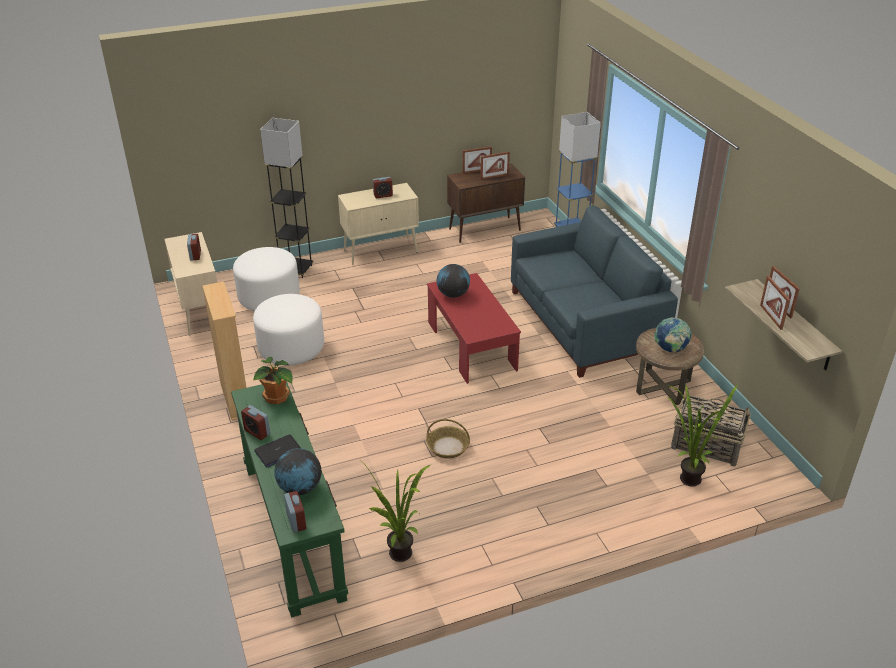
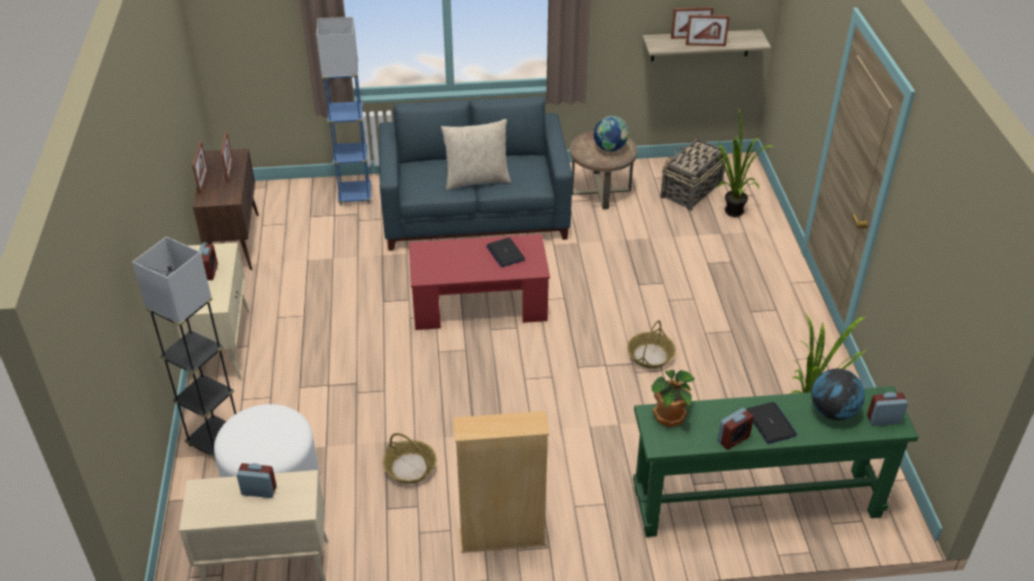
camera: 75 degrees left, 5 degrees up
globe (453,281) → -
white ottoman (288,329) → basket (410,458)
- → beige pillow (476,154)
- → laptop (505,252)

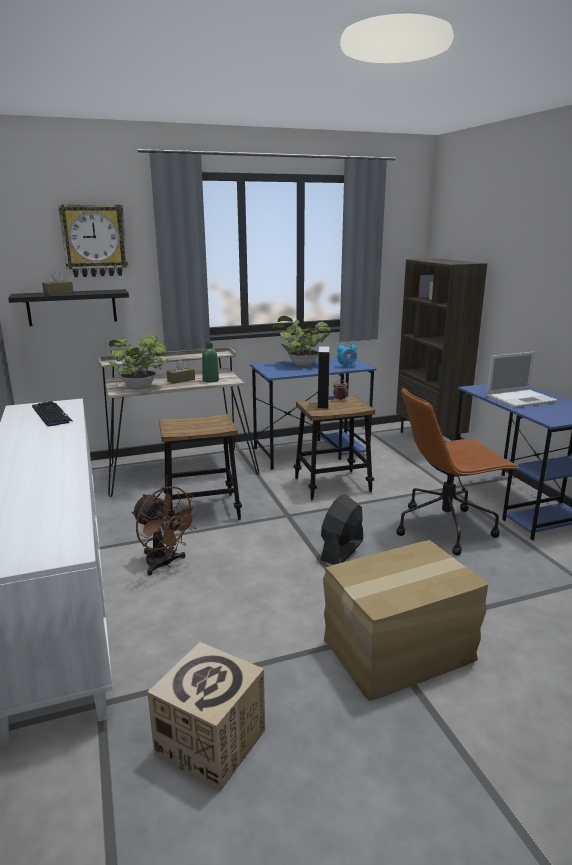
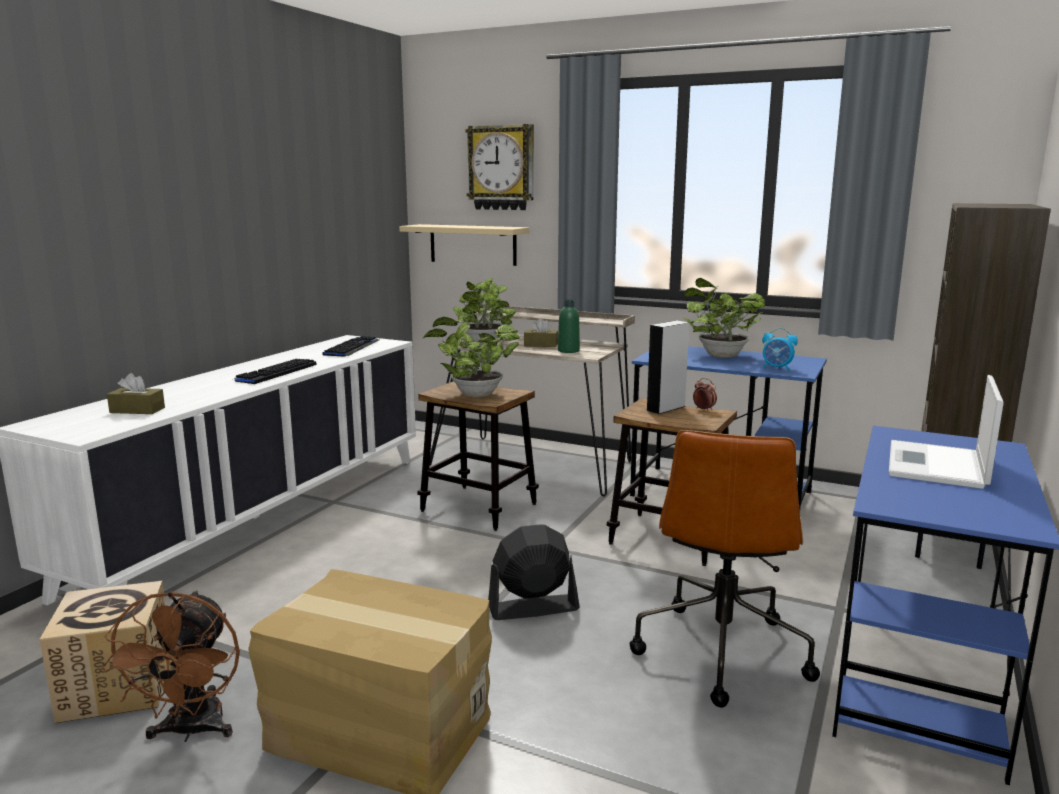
camera: 45 degrees right, 5 degrees down
brown tissue box (58,283) → brown tissue box (136,393), moved
black shelf (68,307) → beige shelf (464,245)
laptop (522,380) → laptop (946,432), 90 degrees clockwise
brown office chair (457,471) → brown office chair (725,569), 105 degrees counterclockwise
brown fan (165,531) → brown fan (170,666), moved
- → potted plant (471,357)
- → keyboard (275,371)

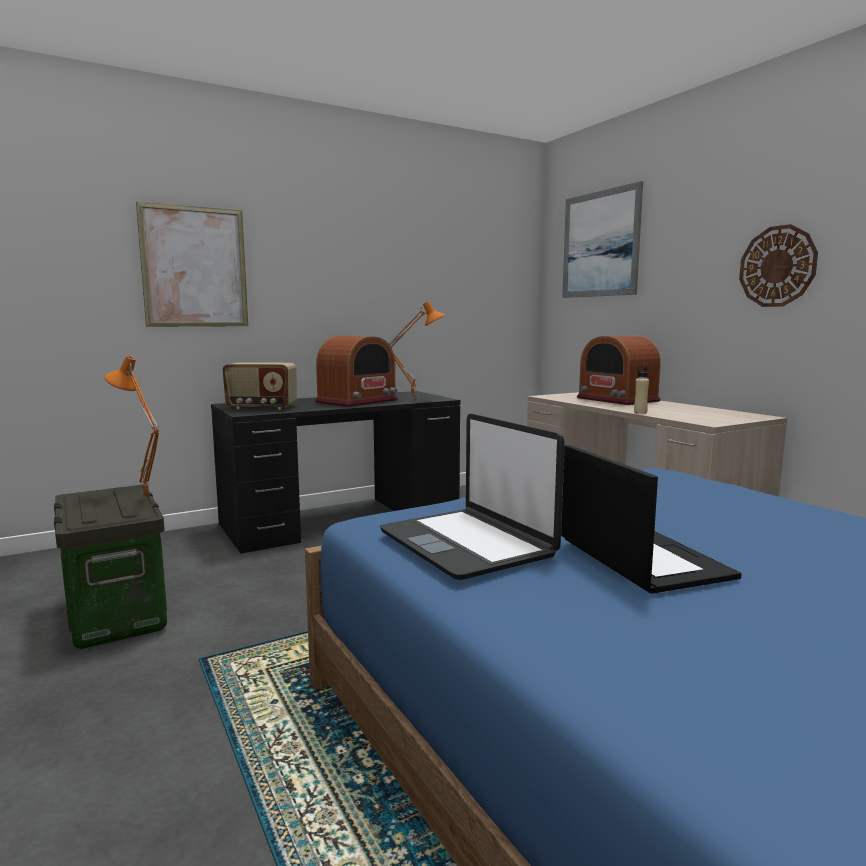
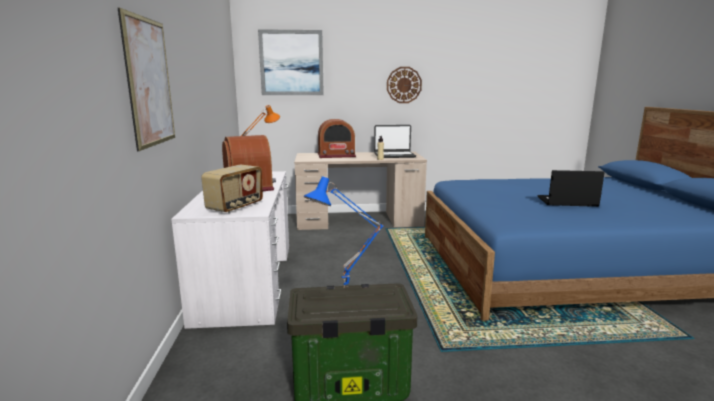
camera: 65 degrees left, 5 degrees up
orange table lamp (131,427) → blue table lamp (344,232)
black desk (336,472) → white desk (230,250)
laptop (472,496) → laptop (395,141), moved

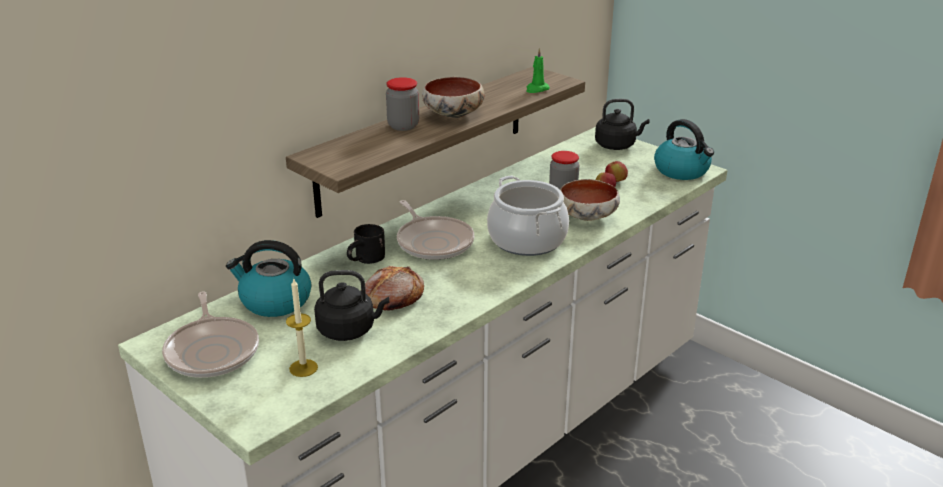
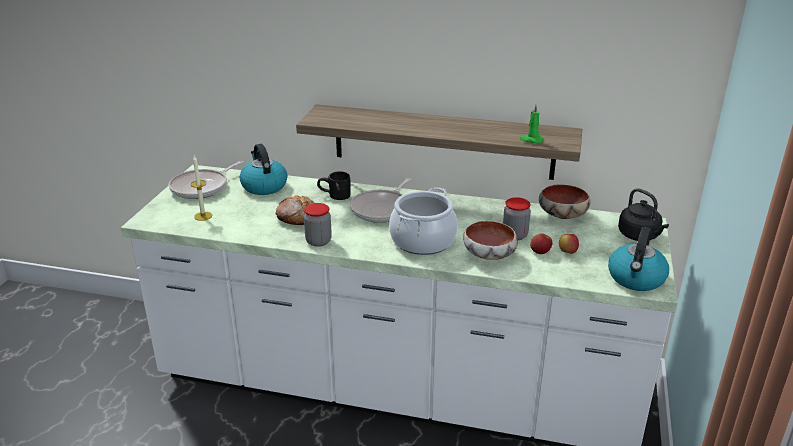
camera: 60 degrees right, 0 degrees up
jar (402,104) → jar (318,225), moved
bowl (453,97) → bowl (564,201), moved
black kettle (351,305) → -

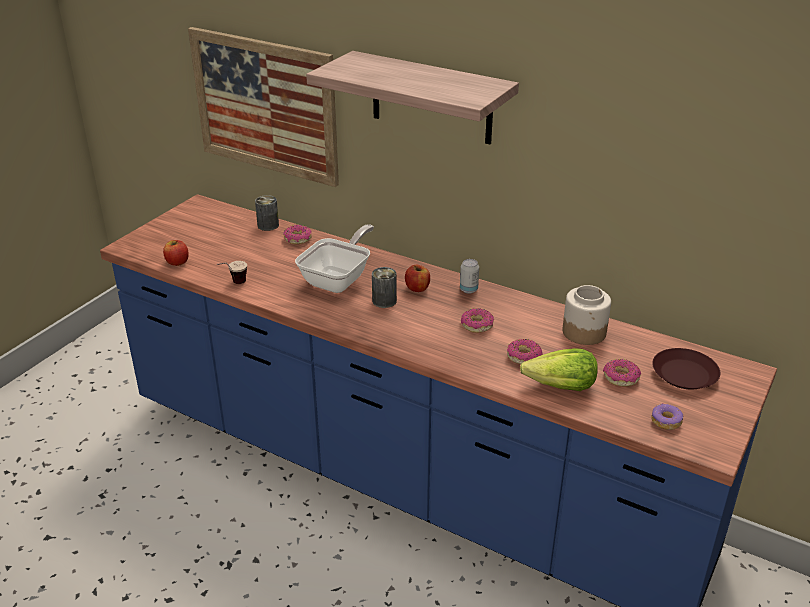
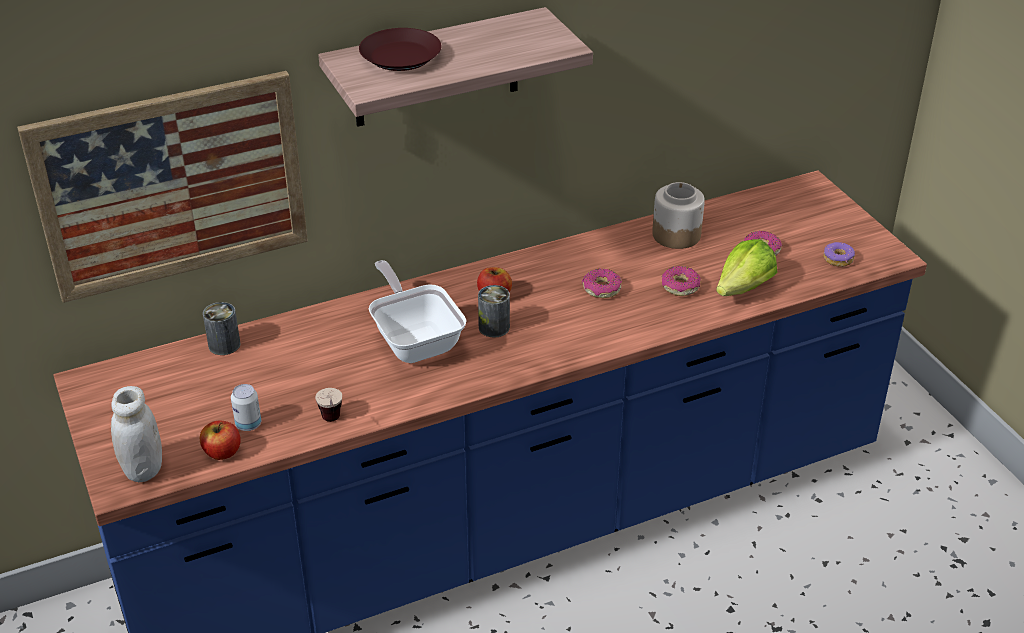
camera: 55 degrees left, 5 degrees up
donut (297,234) → -
can (469,276) → can (246,407), moved
brown plate (686,368) → brown plate (400,49), moved
- → white jar (136,434)

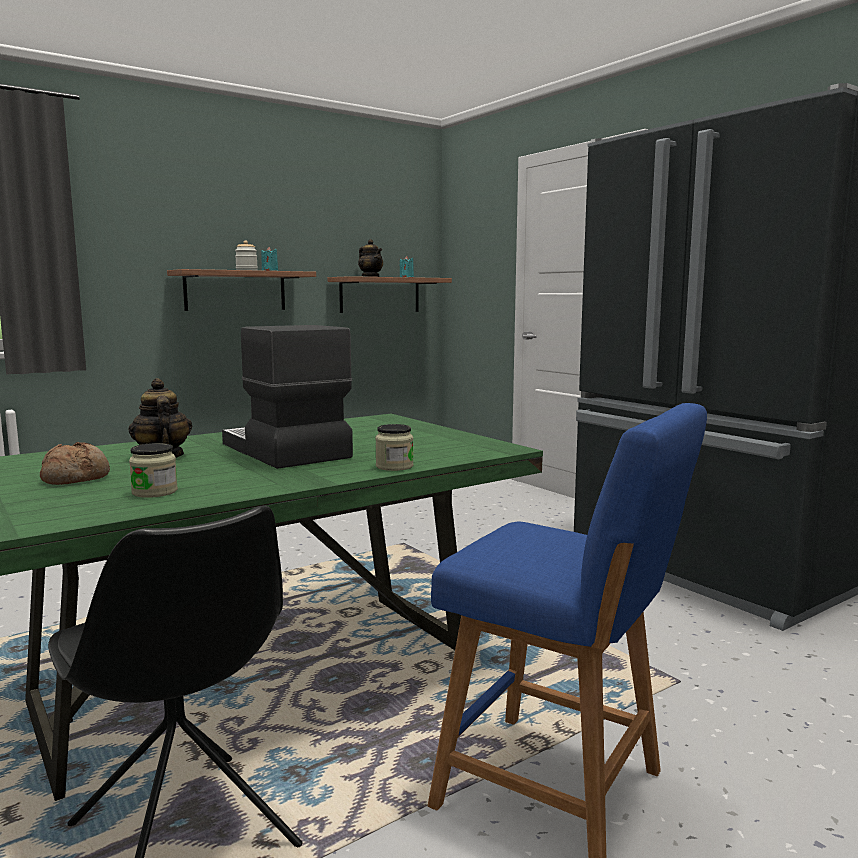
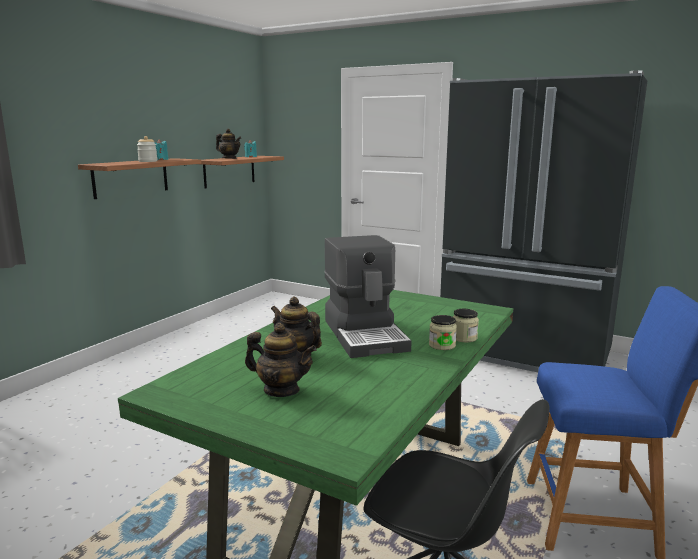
camera: 25 degrees left, 5 degrees up
coffee machine (287,397) → coffee machine (367,296), 135 degrees counterclockwise
bread (75,463) → teapot (281,360)
jar (153,470) → jar (443,332), moved

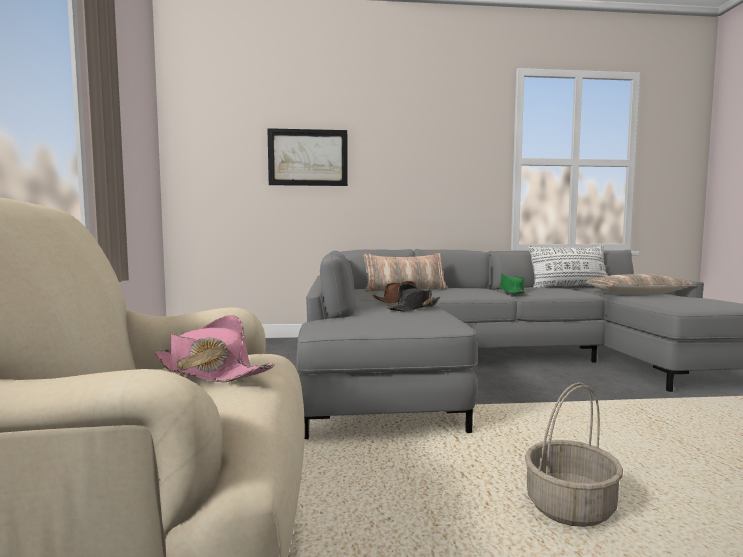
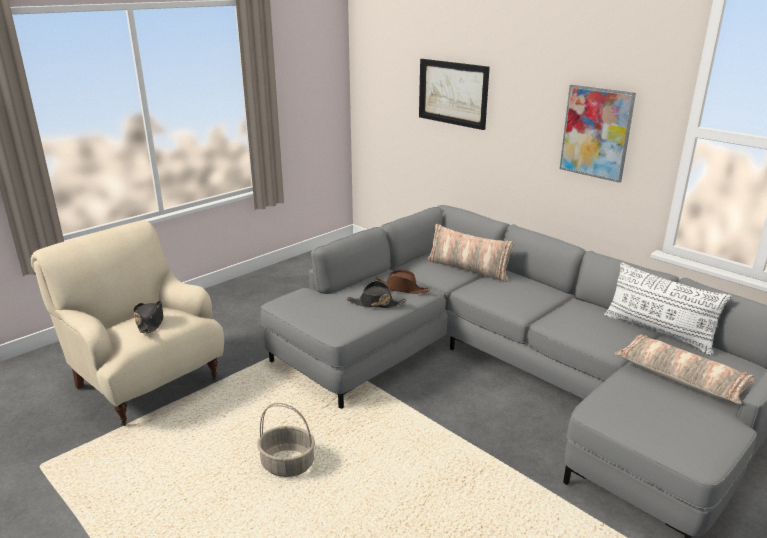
camera: 50 degrees right, 20 degrees up
green hat (512,283) → -
pink hat (215,348) → black hat (148,316)
- → picture (598,134)

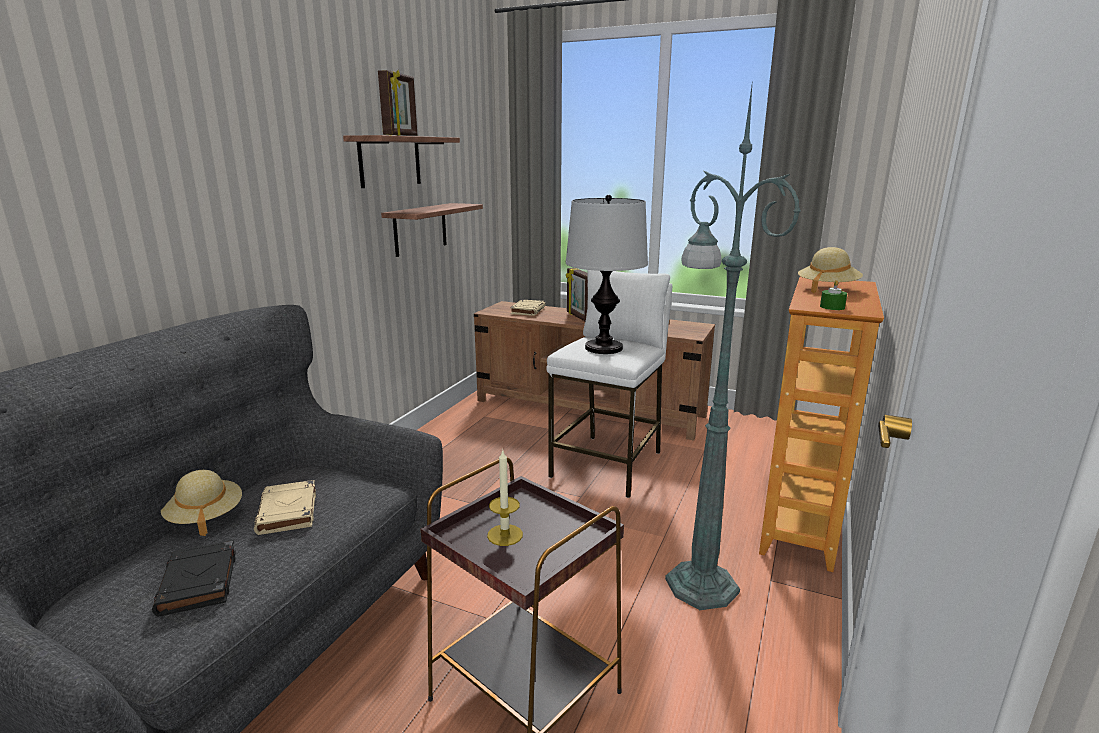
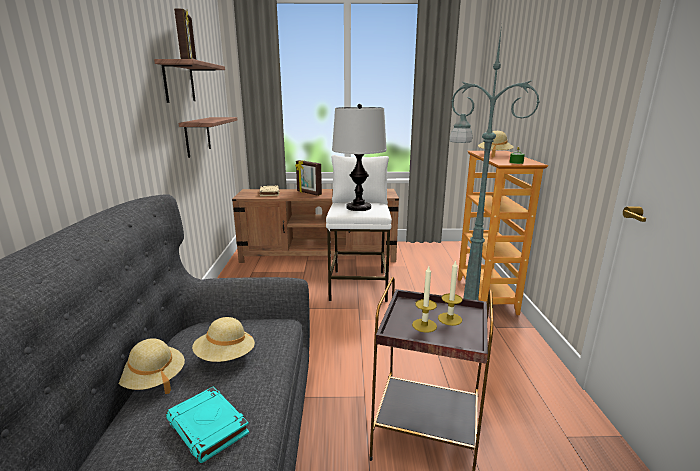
camera: 25 degrees left, 0 degrees up
beige book (285,507) → beige hat (223,339)
black book (194,578) → turquoise book (208,425)
- → candle (450,293)

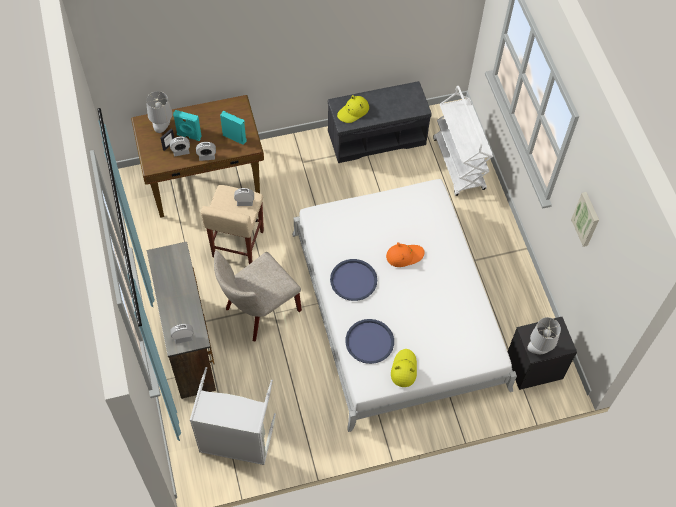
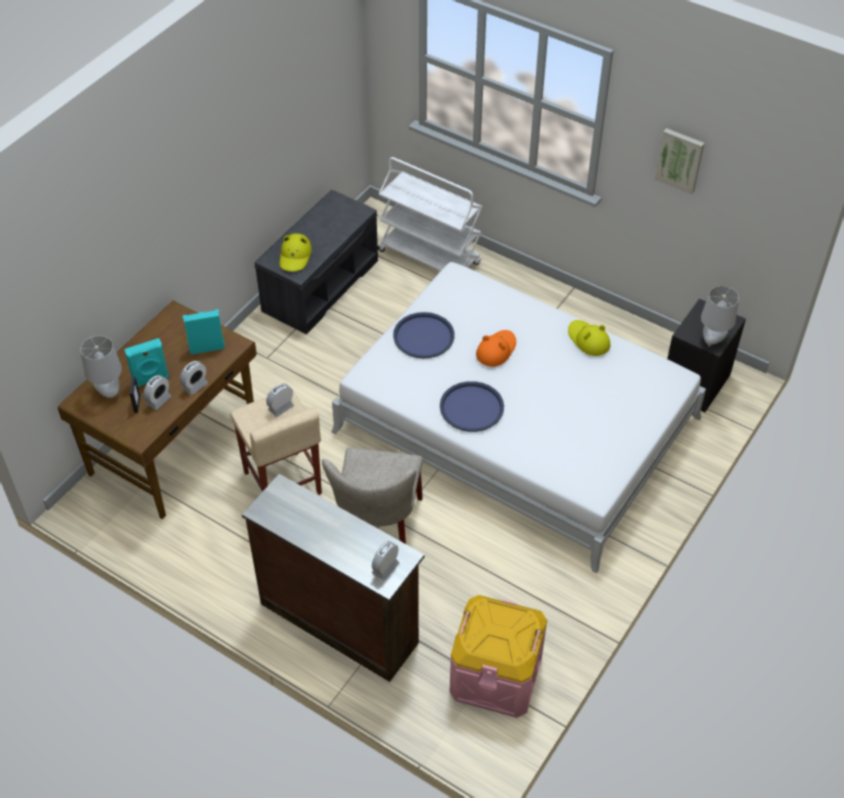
camera: 40 degrees left, 10 degrees down
blue tray (369,341) → blue tray (424,335), moved
yellow hat (404,368) → yellow hat (589,338), moved
grey laundry basket (233,416) → pink storage box (498,656)

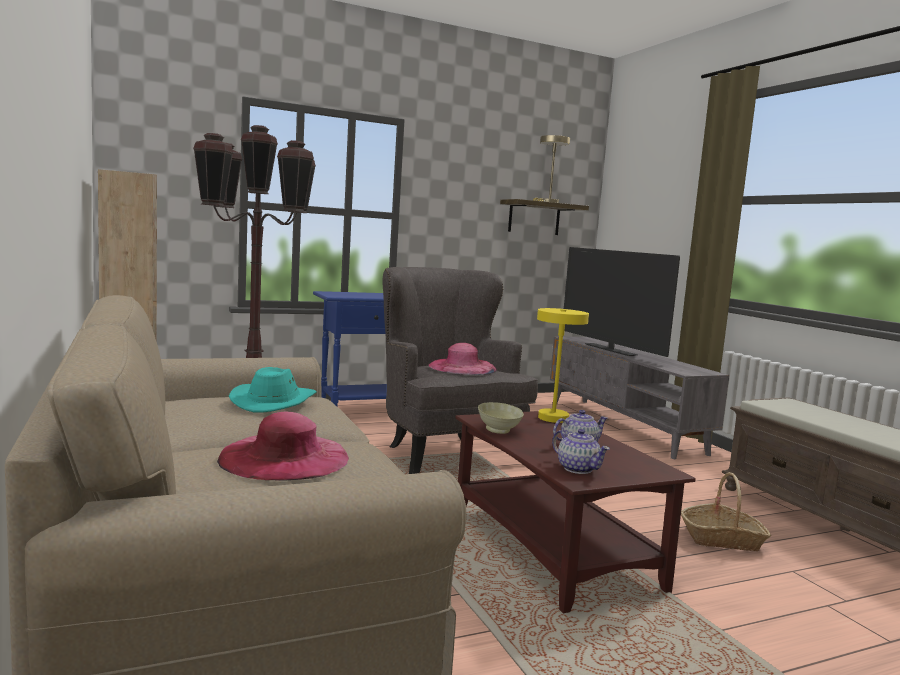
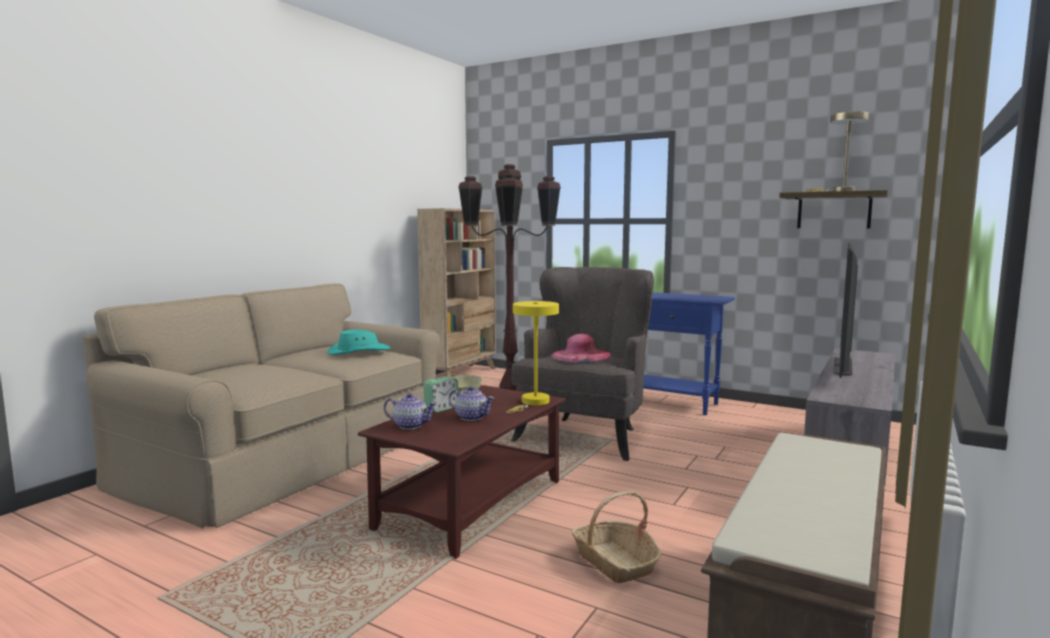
camera: 55 degrees right, 0 degrees up
pink hat (283,446) → -
teapot (581,451) → teapot (410,411), 90 degrees counterclockwise
- → alarm clock (441,394)

